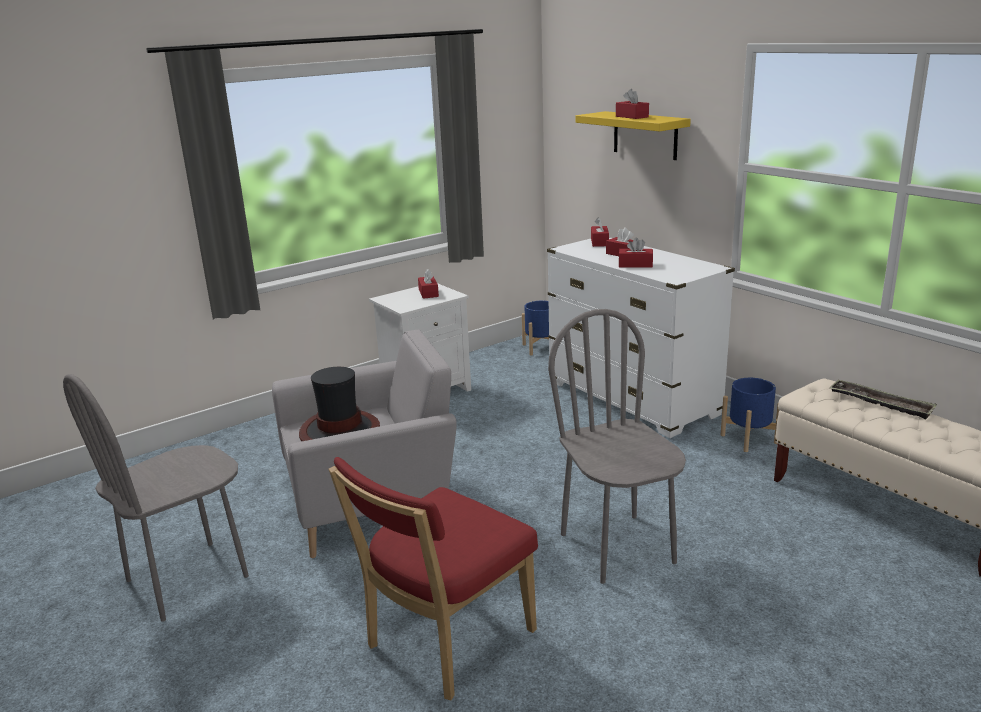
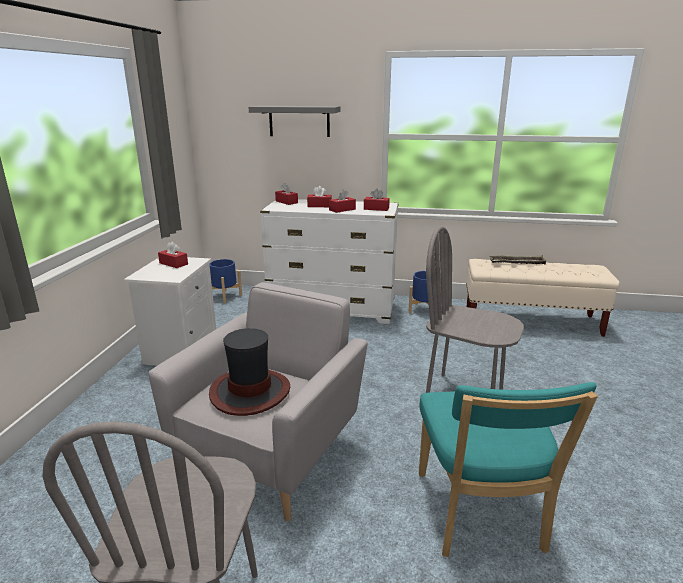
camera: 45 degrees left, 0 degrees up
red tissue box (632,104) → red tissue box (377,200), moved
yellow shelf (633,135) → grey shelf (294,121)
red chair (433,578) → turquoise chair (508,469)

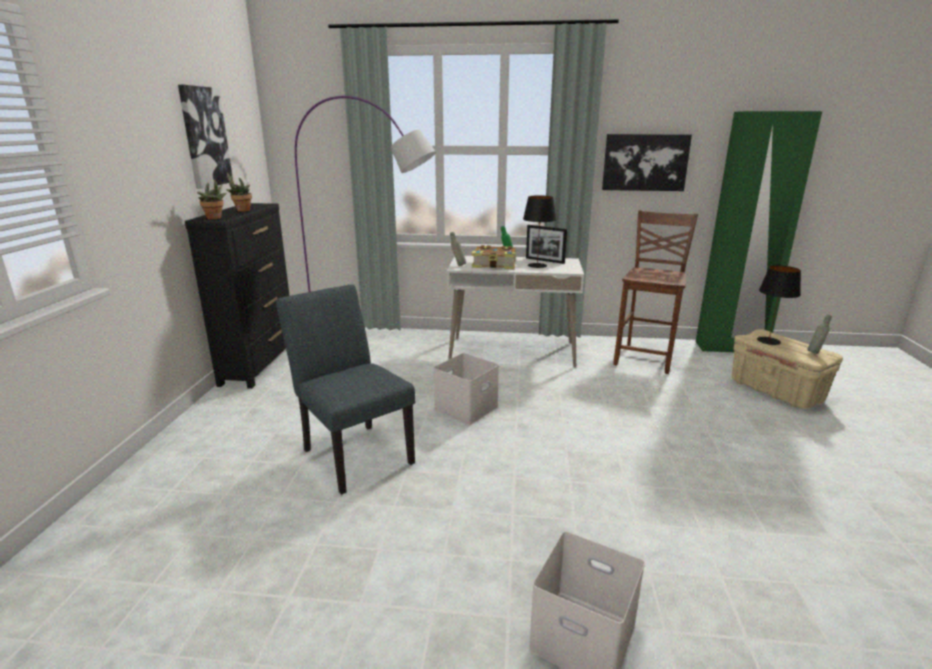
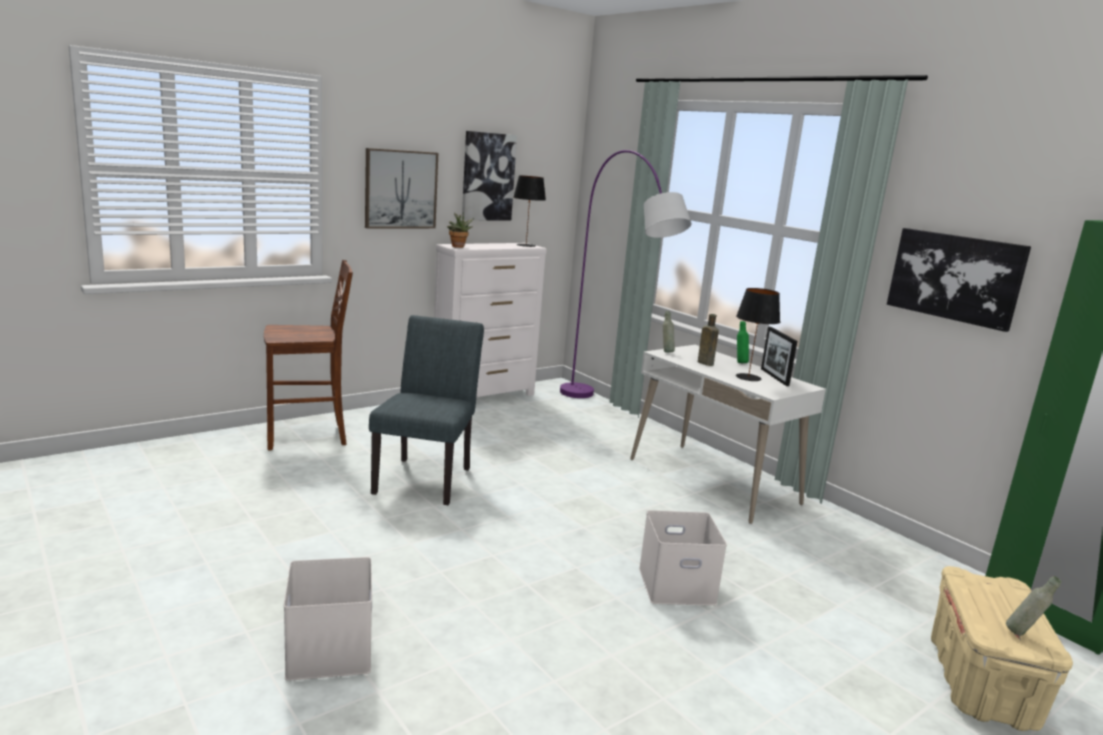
camera: 45 degrees right, 5 degrees down
potted plant (239,192) → -
black dresser (237,296) → white dresser (490,320)
brown chair (655,292) → brown chair (308,355), moved
book (494,257) → brown bottle (708,340)
black table lamp (779,305) → black table lamp (529,211), moved
white storage box (466,389) → white storage box (683,558), moved
- → picture (401,188)

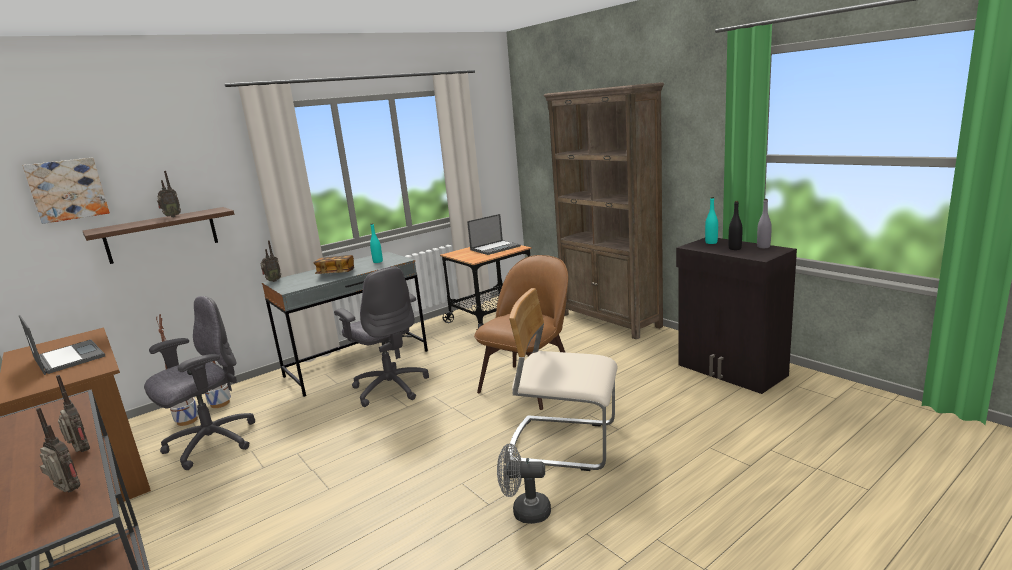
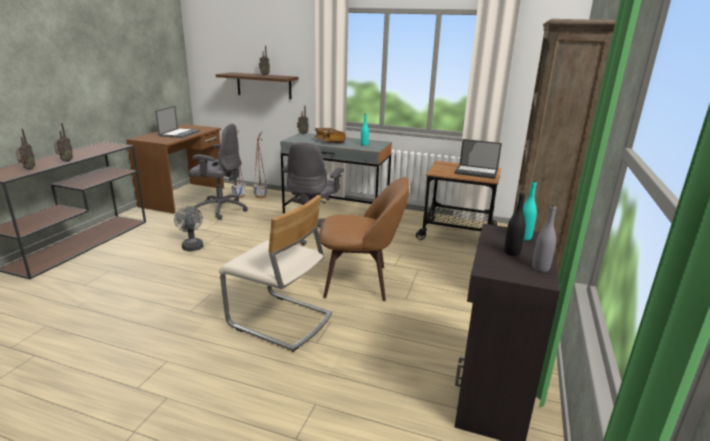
camera: 55 degrees right, 5 degrees up
picture (66,191) → -
beige chair (562,379) → beige chair (275,273), 135 degrees clockwise
grey fan (524,484) → grey fan (189,228), moved

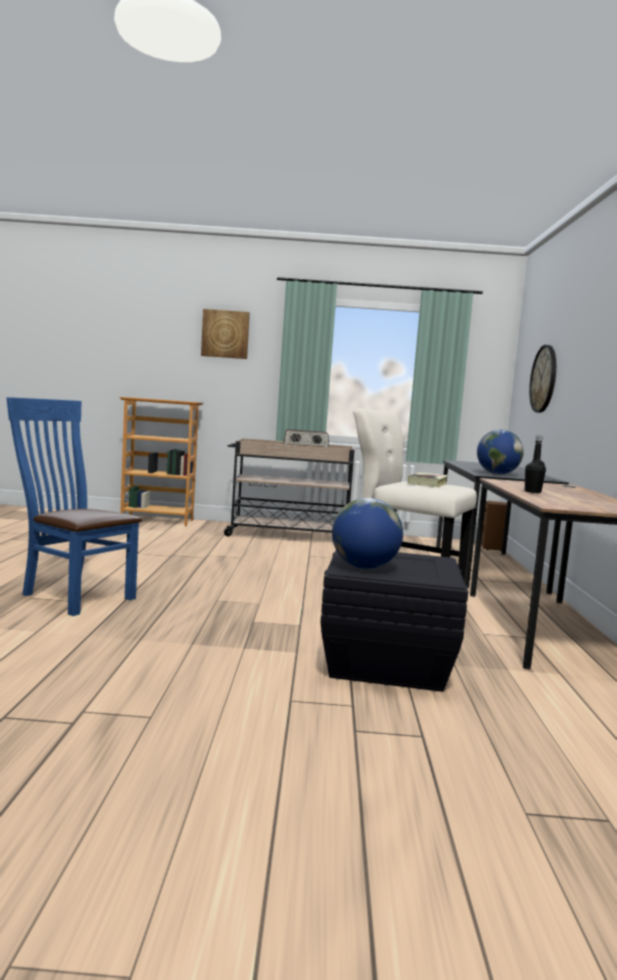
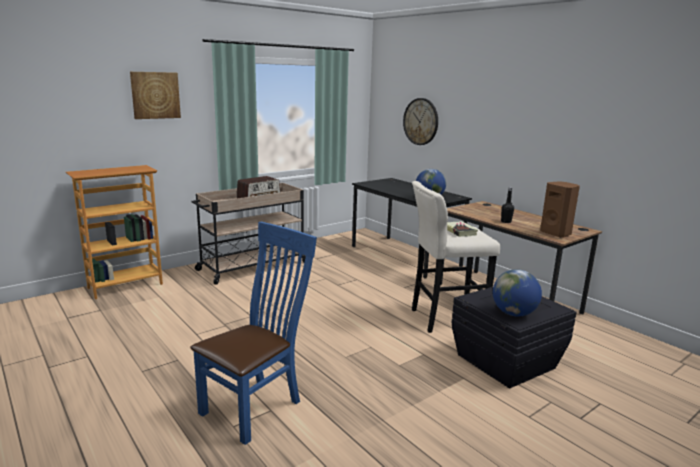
camera: 40 degrees left, 10 degrees up
blue chair (74,506) → blue chair (253,333), 135 degrees clockwise
brown speaker (494,526) → brown speaker (560,209), moved

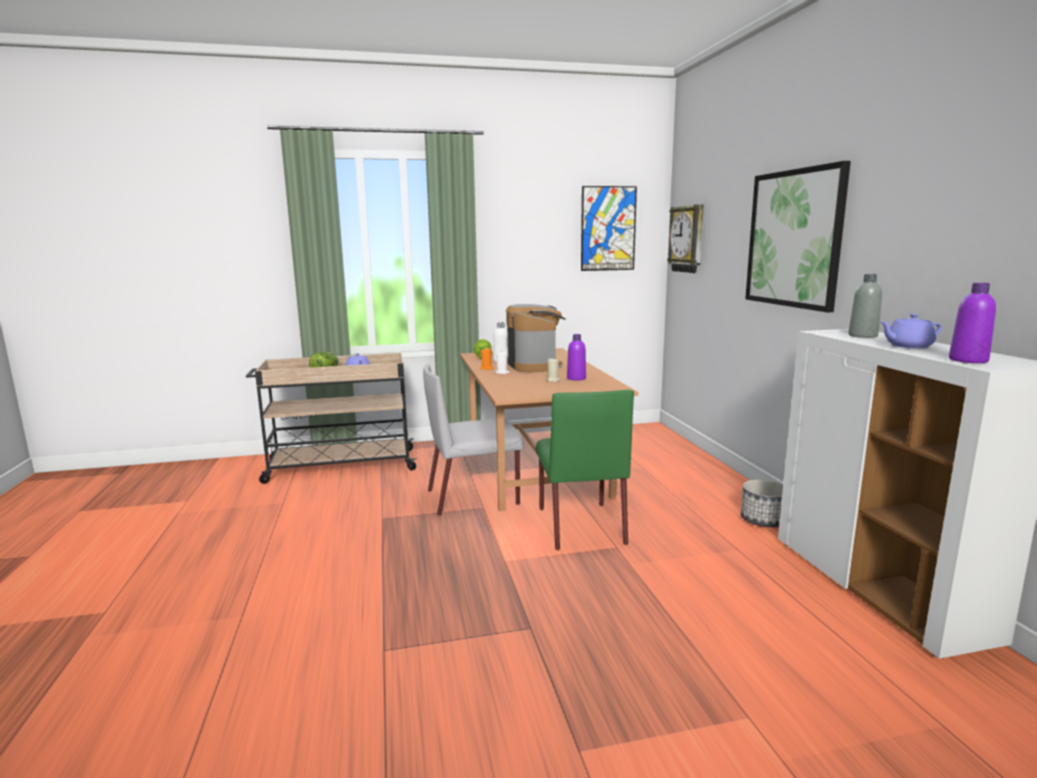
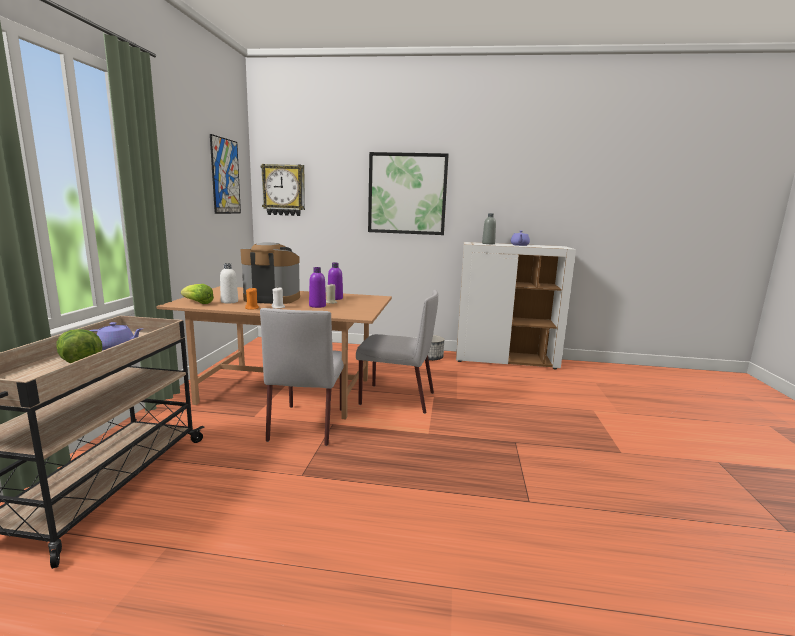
camera: 70 degrees left, 0 degrees up
purple bottle (972,323) → purple bottle (317,287), moved
green chair (585,470) → grey chair (397,352)

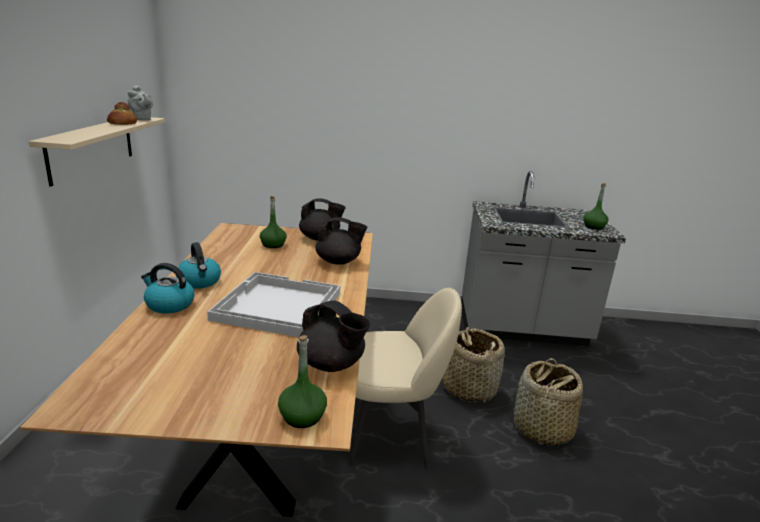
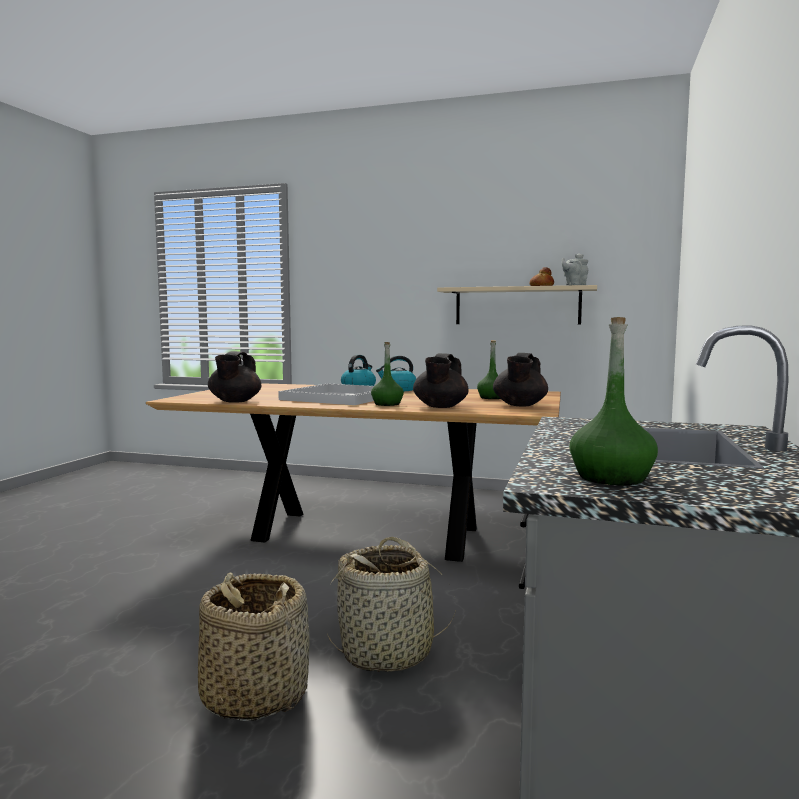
camera: 105 degrees right, 15 degrees down
beige chair (405,378) → -
black teapot (333,336) → black teapot (234,377), 45 degrees counterclockwise
green bottle (302,381) → green bottle (387,374), moved

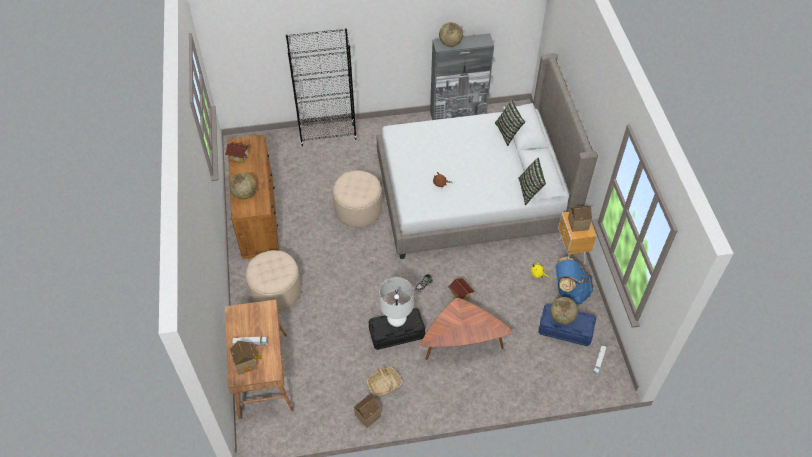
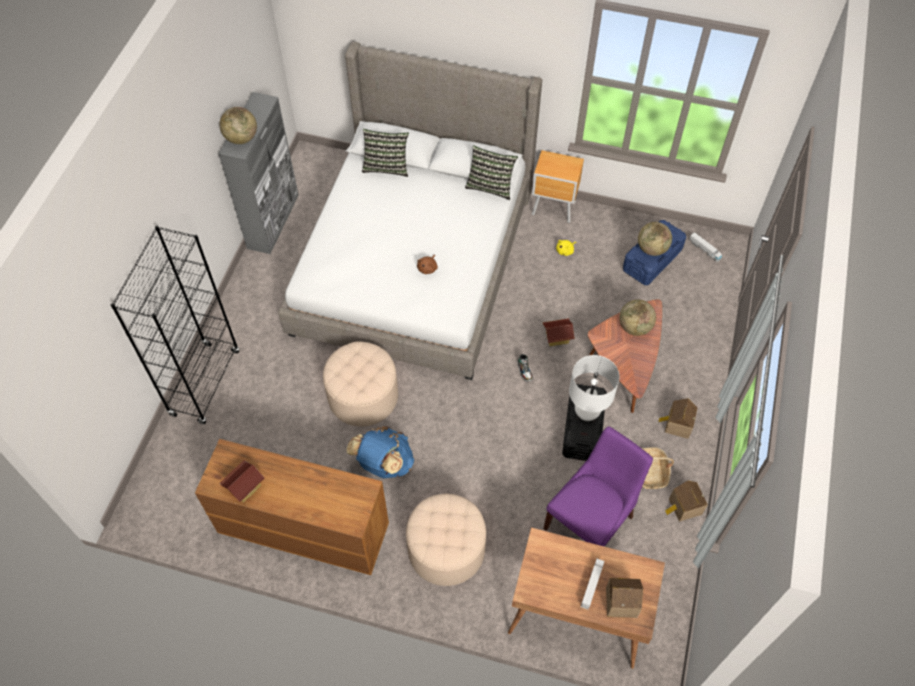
camera: 65 degrees left, 5 degrees up
globe (243,186) → globe (637,318), moved
toy house (580,219) → toy house (678,418), moved
blue backpack (574,280) → blue backpack (380,452), moved
- → purple chair (598,486)

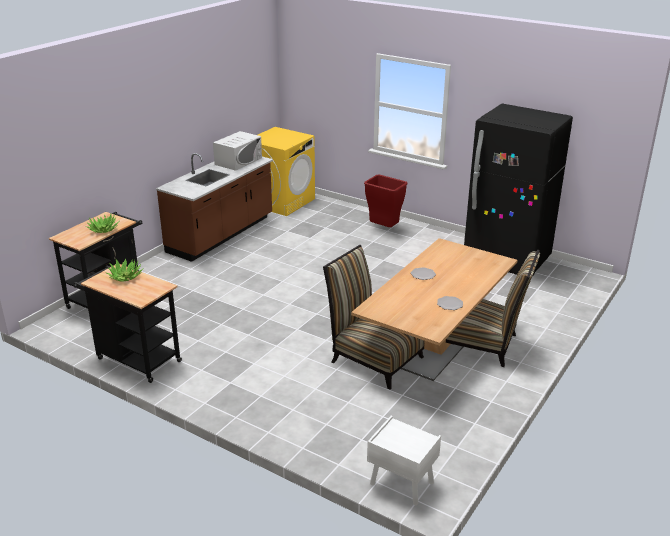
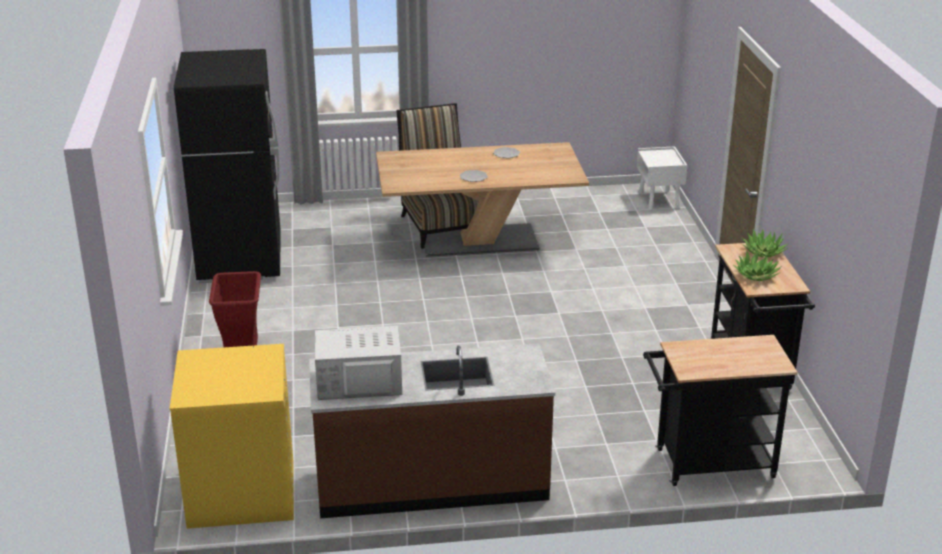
camera: 130 degrees left, 0 degrees up
potted plant (102,223) → potted plant (765,243), moved
chair (374,317) → -

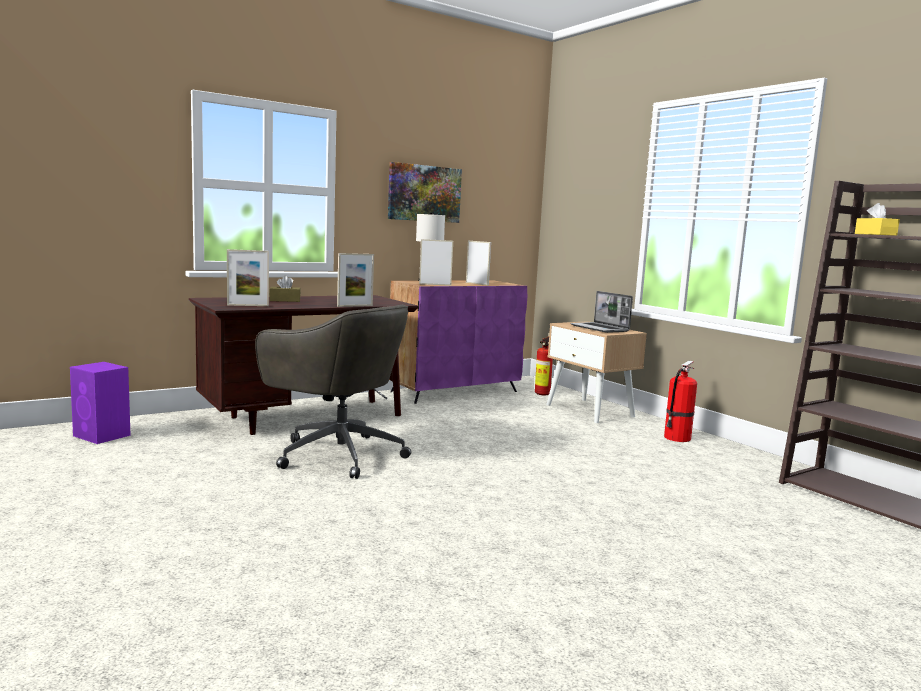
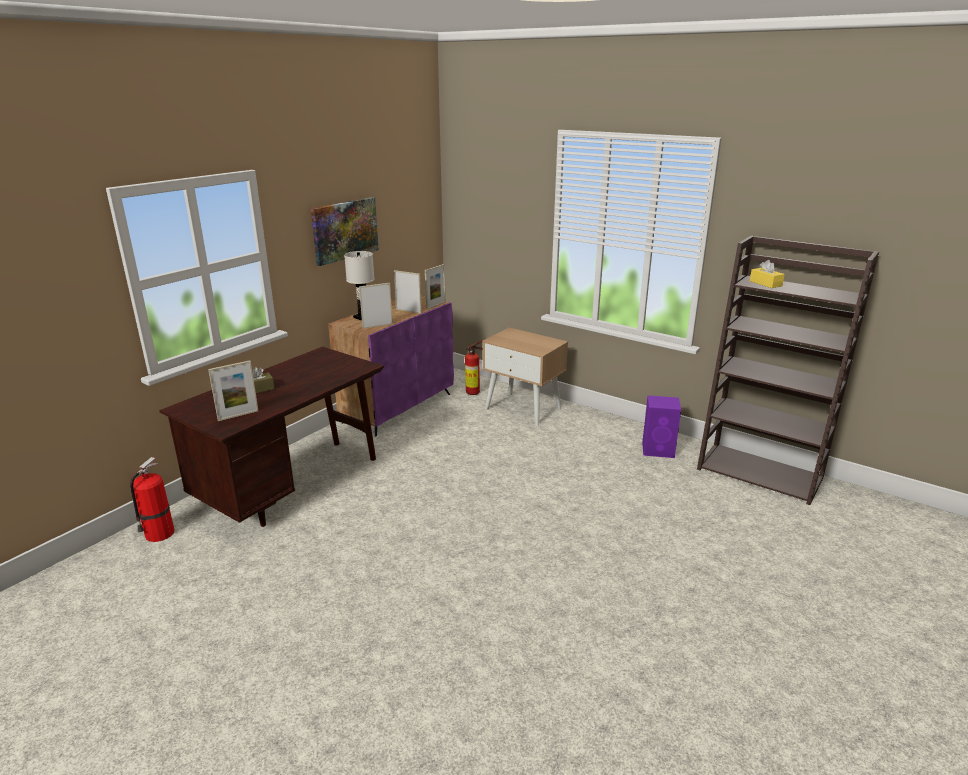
camera: 20 degrees left, 15 degrees up
picture frame (355,280) → picture frame (435,286), moved
laptop (602,312) → -
grey office chair (333,392) → -
fire extinguisher (680,401) → fire extinguisher (152,499), moved
purple speaker (100,403) → purple speaker (661,426), moved

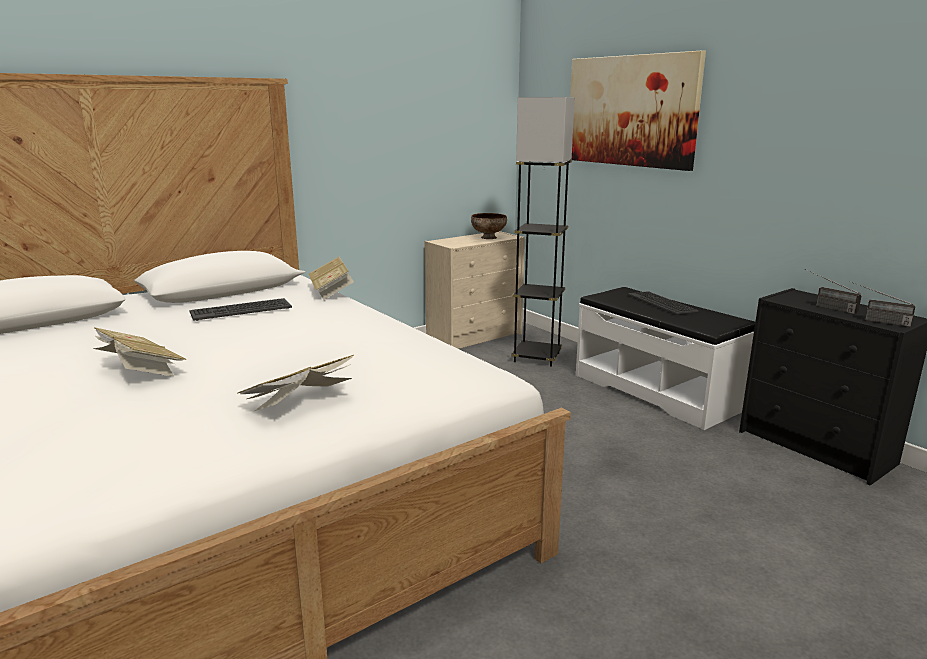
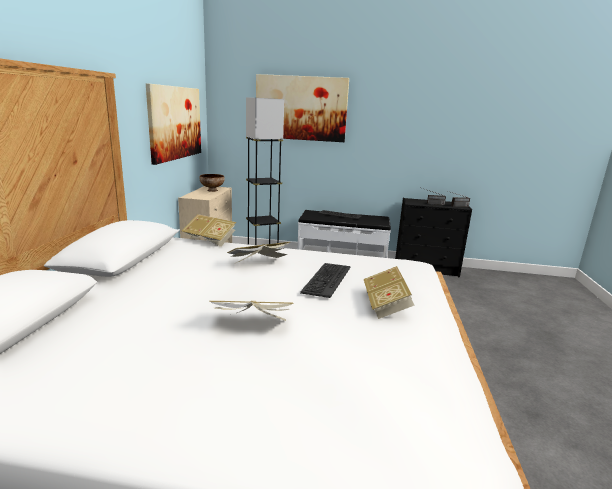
camera: 45 degrees left, 0 degrees up
keyboard (240,309) → keyboard (325,280), moved
- → picture (173,124)
- → book (258,252)

